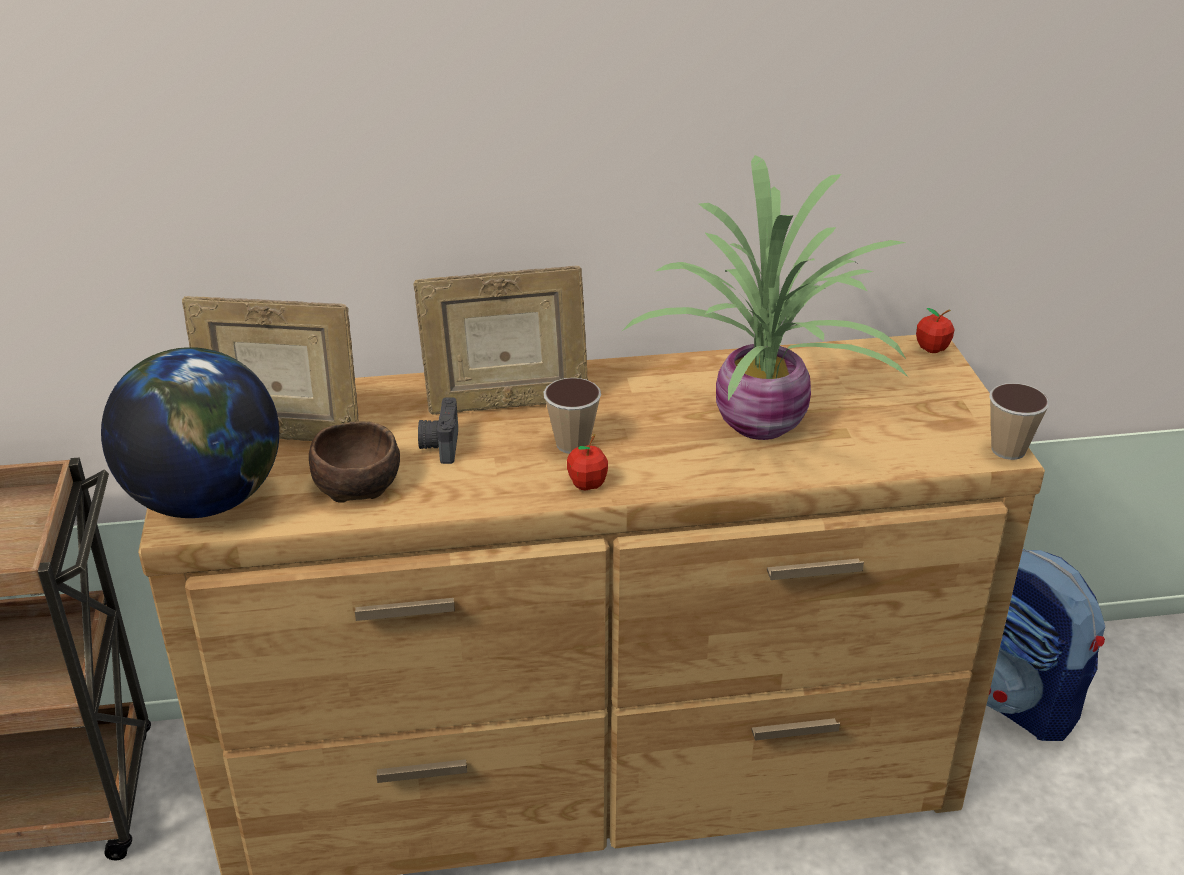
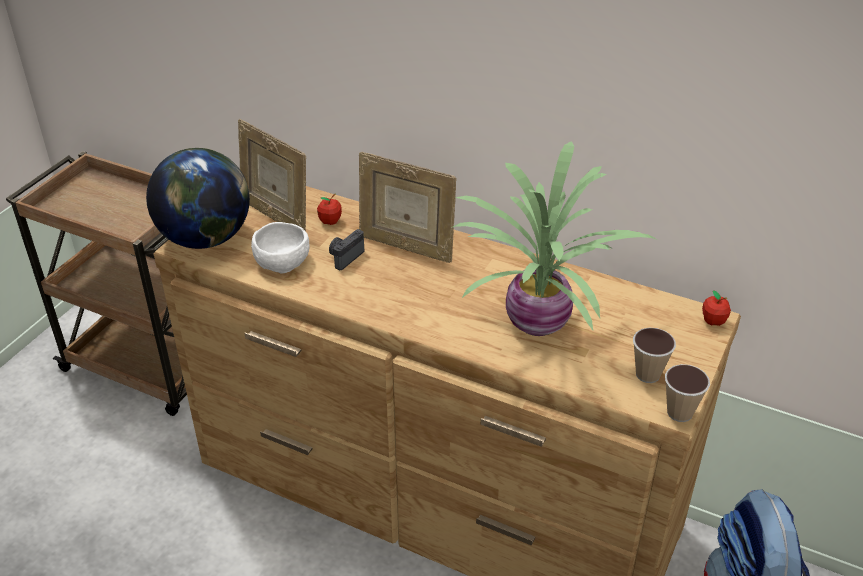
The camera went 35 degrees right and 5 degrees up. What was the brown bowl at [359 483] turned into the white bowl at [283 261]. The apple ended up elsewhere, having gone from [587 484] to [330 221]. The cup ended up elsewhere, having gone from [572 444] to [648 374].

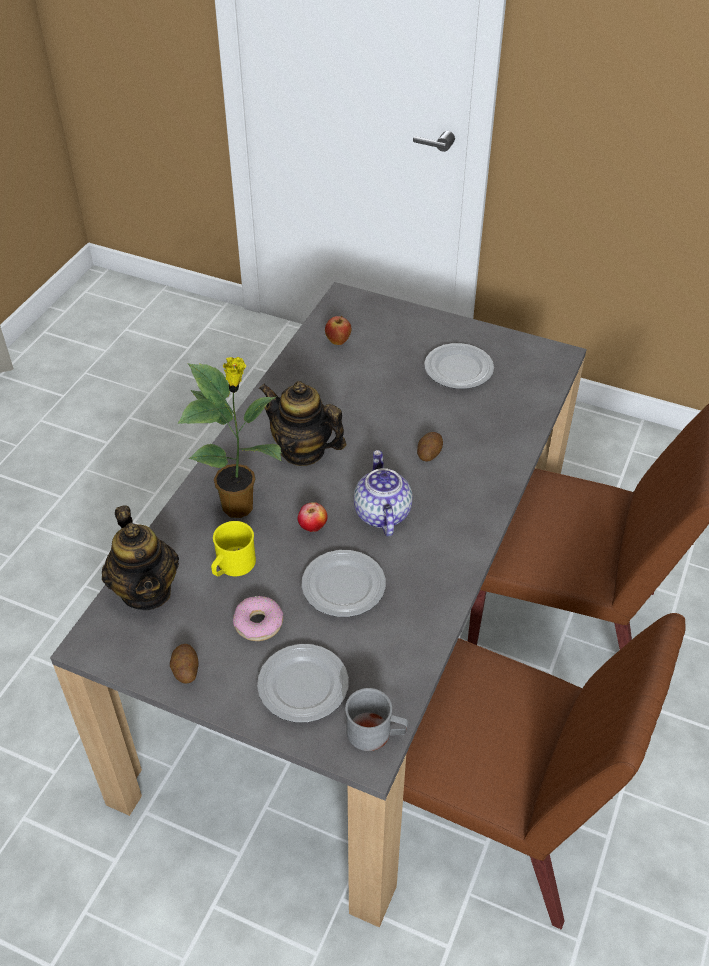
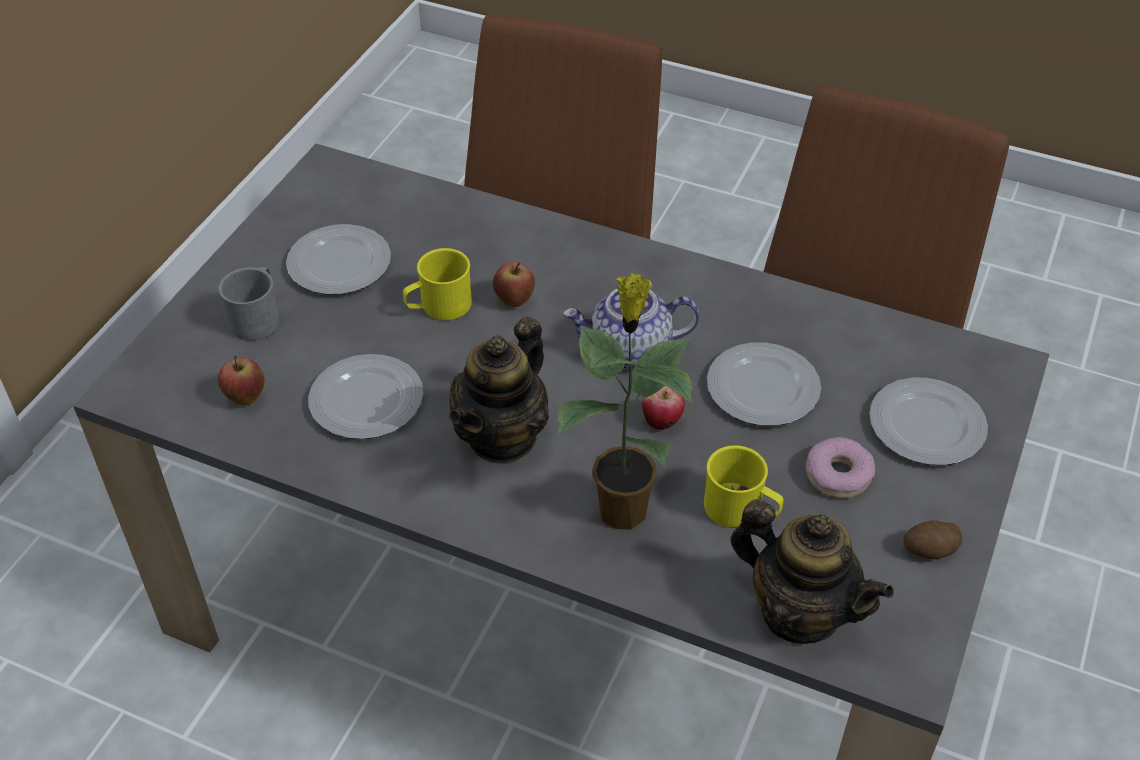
The camera went 90 degrees left and 0 degrees up. The grey mug ended up elsewhere, having gone from [376 733] to [258 317]. The second view gained the plate at [368 401]. The second view gained the yellow mug at [438 307]. Where the potato stood at [429 453], the apple came to stand at [514 301]. The teapot at [146 590] ended up facing another way, 60 degrees clockwise from before.

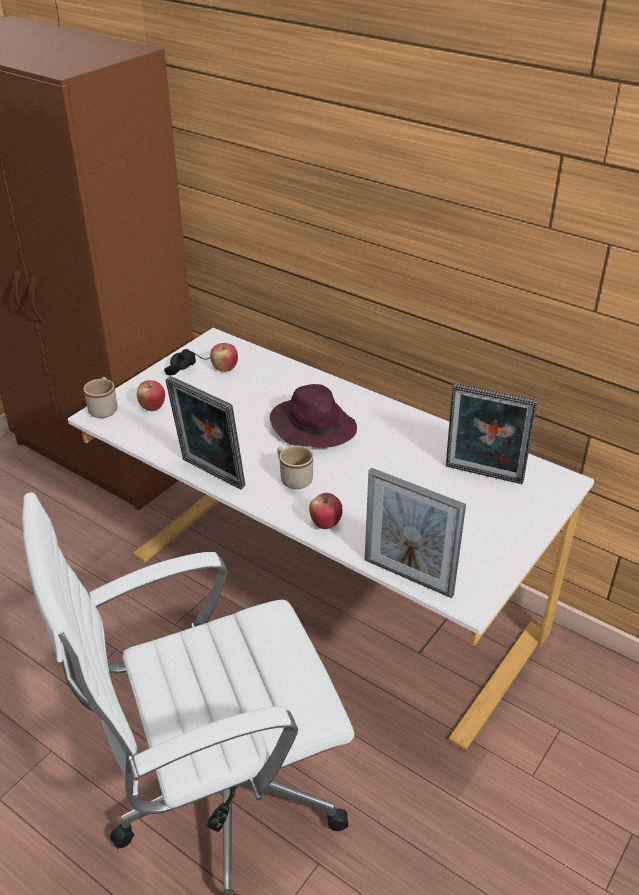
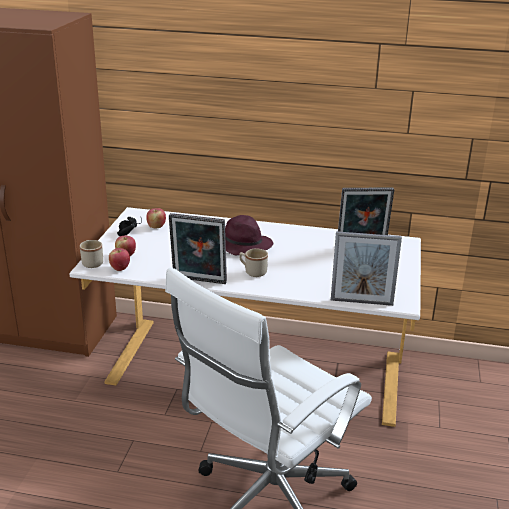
The camera went 25 degrees left and 10 degrees down. The apple ended up elsewhere, having gone from [325 523] to [120 268].

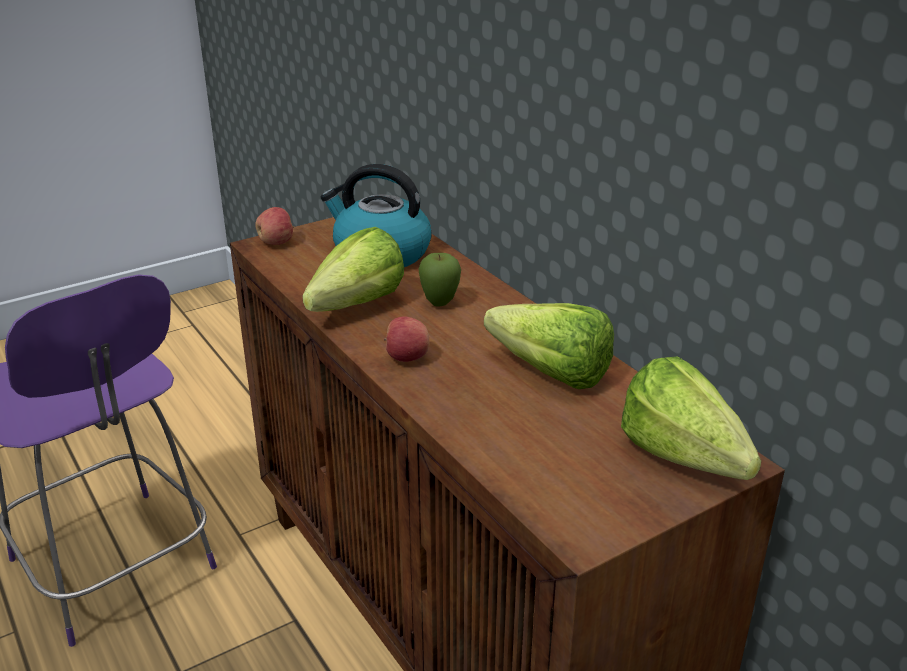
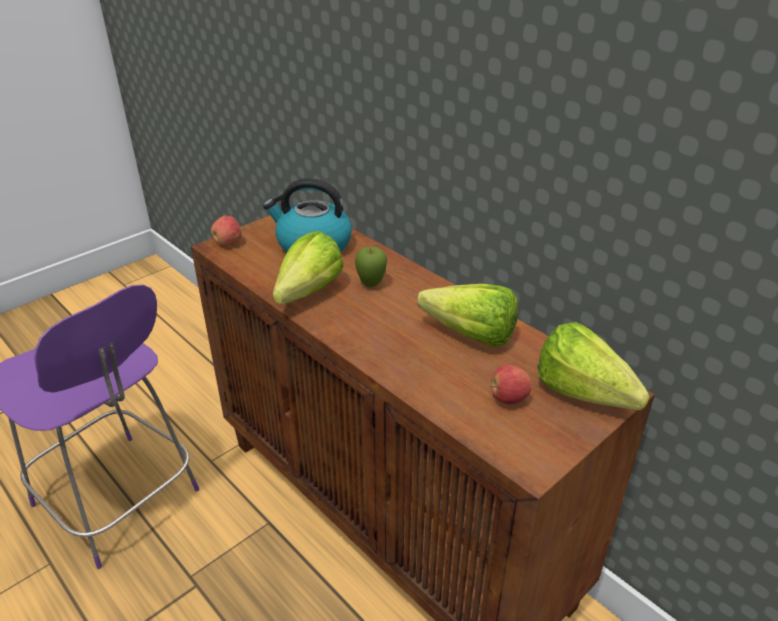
The camera went 10 degrees left and 5 degrees up. The apple ended up elsewhere, having gone from [407 357] to [508 398].

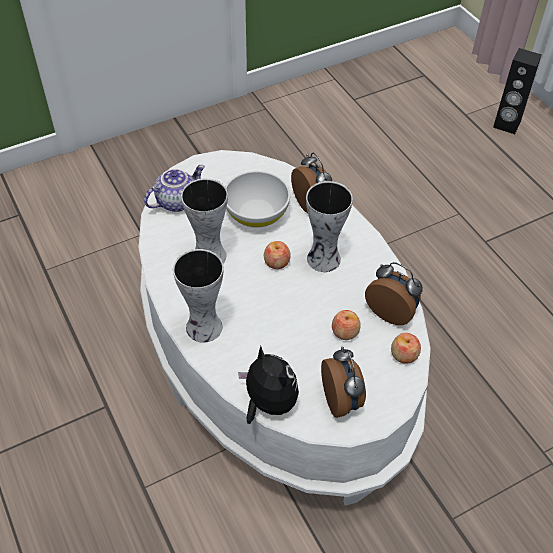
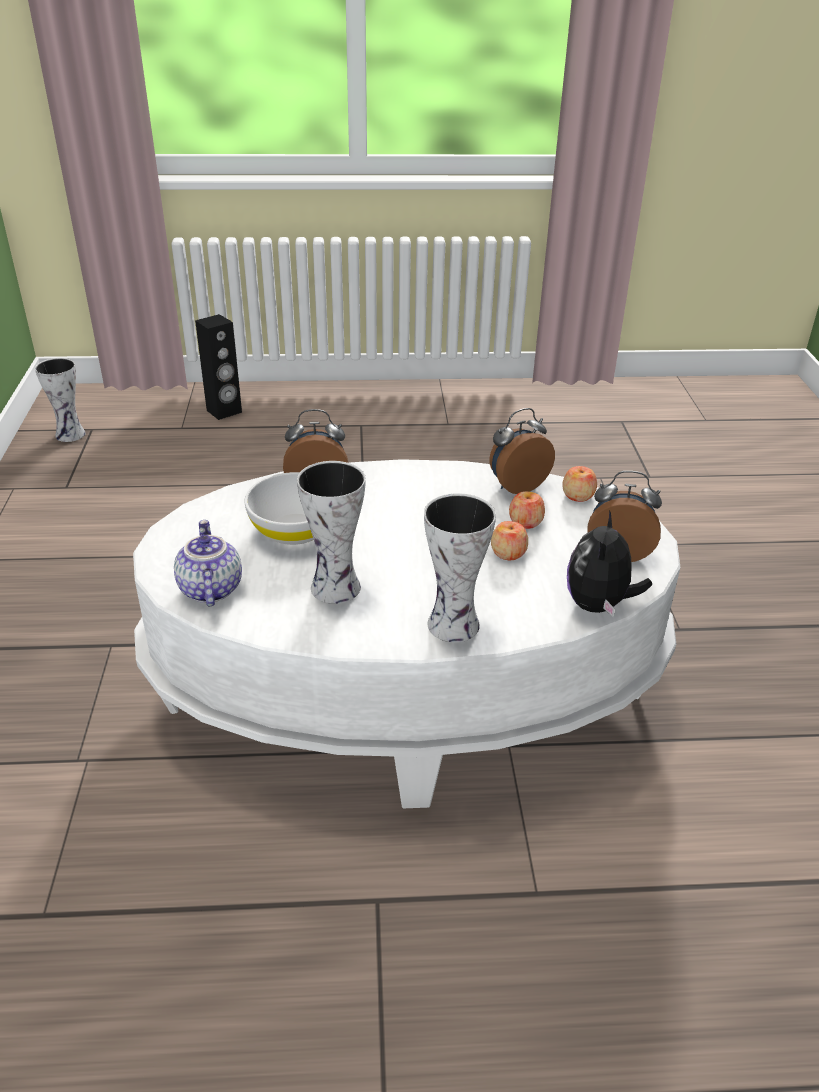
The camera went 65 degrees left and 15 degrees down. The vase ended up elsewhere, having gone from [324 260] to [72 434]. The apple ended up elsewhere, having gone from [276 262] to [508 553]. The plush toy at [268 403] ended up facing another way, 60 degrees counterclockwise from before.

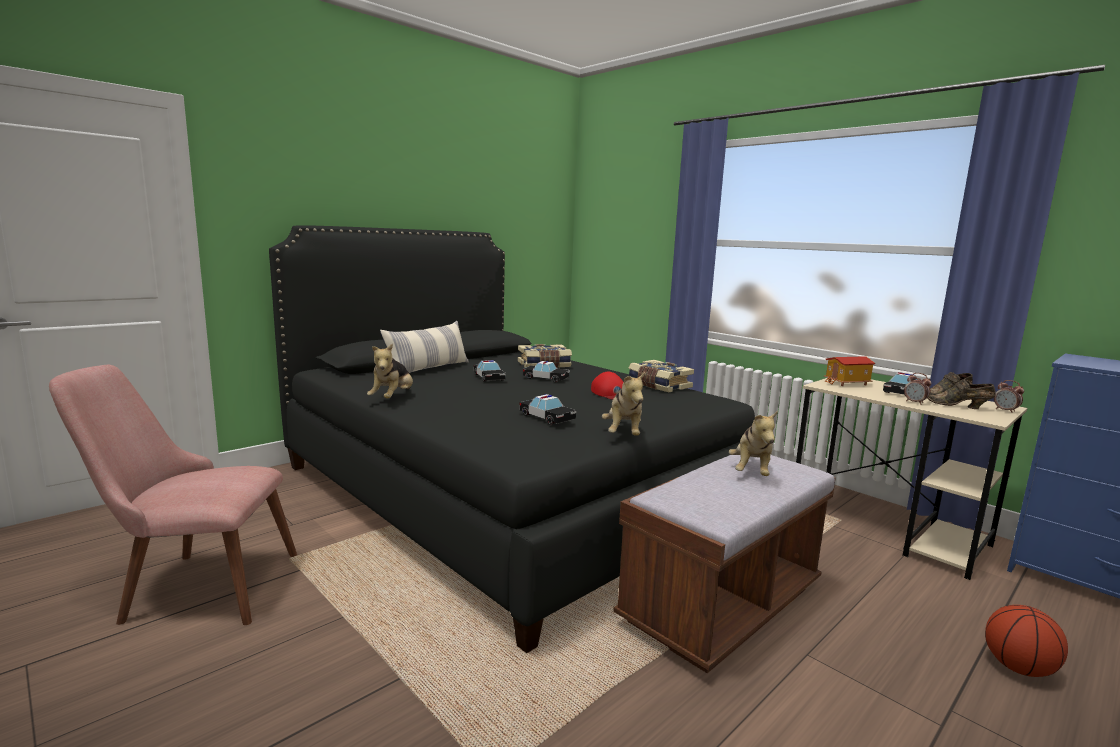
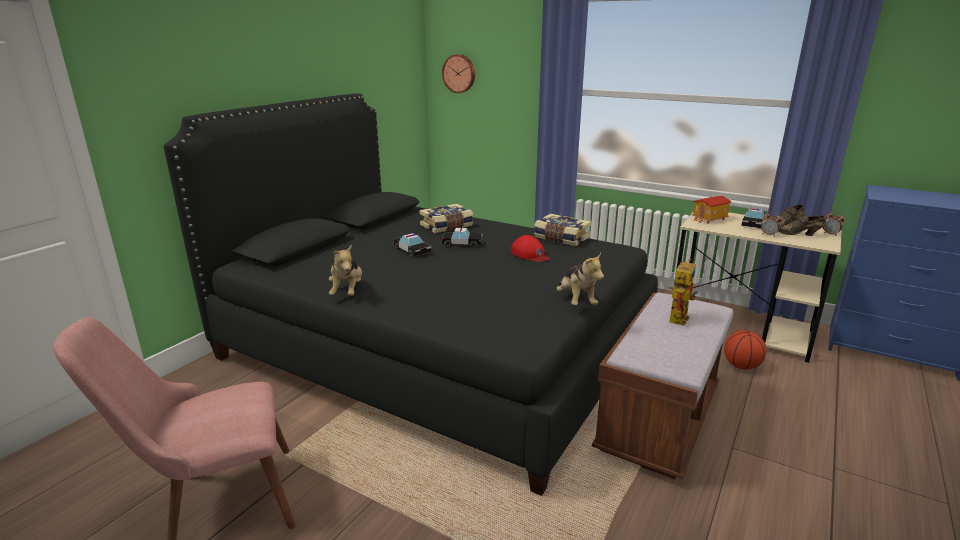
The camera went 15 degrees left and 10 degrees up. The second view gained the wall clock at [459 73]. Where the plush toy stood at [751 471], the toy robot came to stand at [677 317]. The basketball ended up elsewhere, having gone from [1018 668] to [741 366]. The second view lost the pillow at [428 369]. The second view lost the toy car at [547 417].

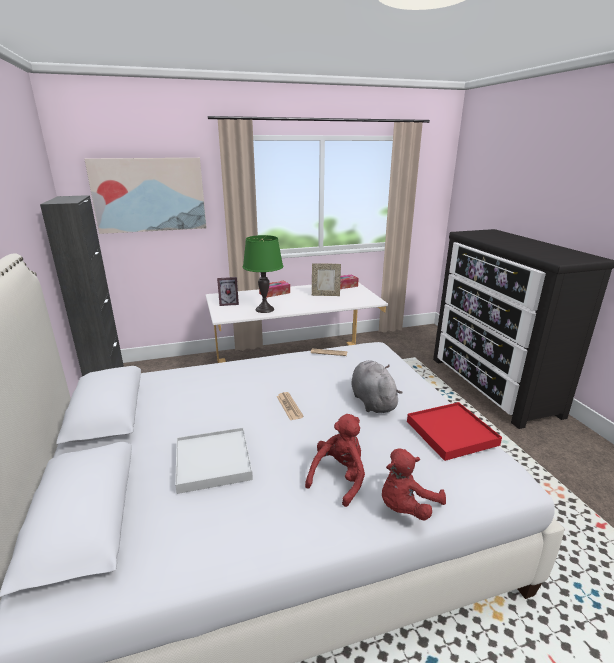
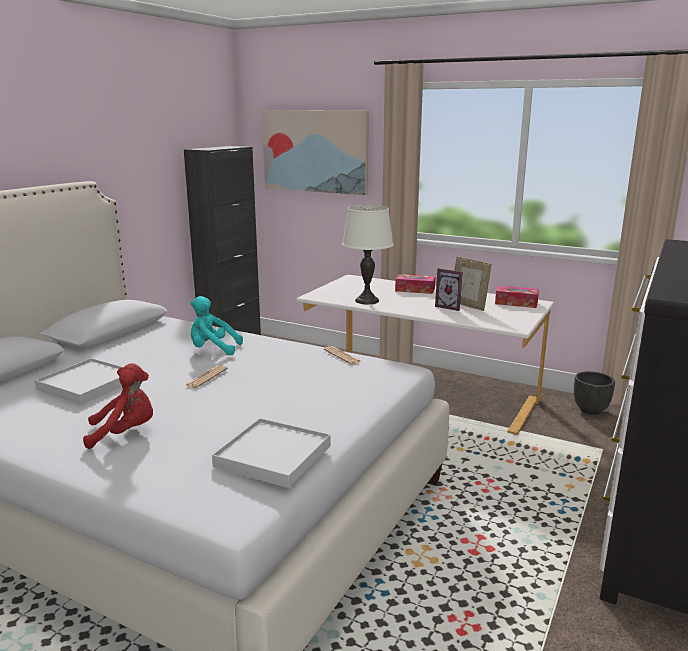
The camera went 45 degrees right and 5 degrees down. The second view gained the turquoise plush toy at [213 349]. What was the red tray at [451 433] turned into the white tray at [273 456]. What was the green table lamp at [264 309] turned into the white table lamp at [367 300]. The picture frame ended up elsewhere, having gone from [229 303] to [450 307]. The second view gained the black planter at [591 410]. The second view lost the grey plush toy at [372 401]. The second view lost the red plush toy at [406 506].

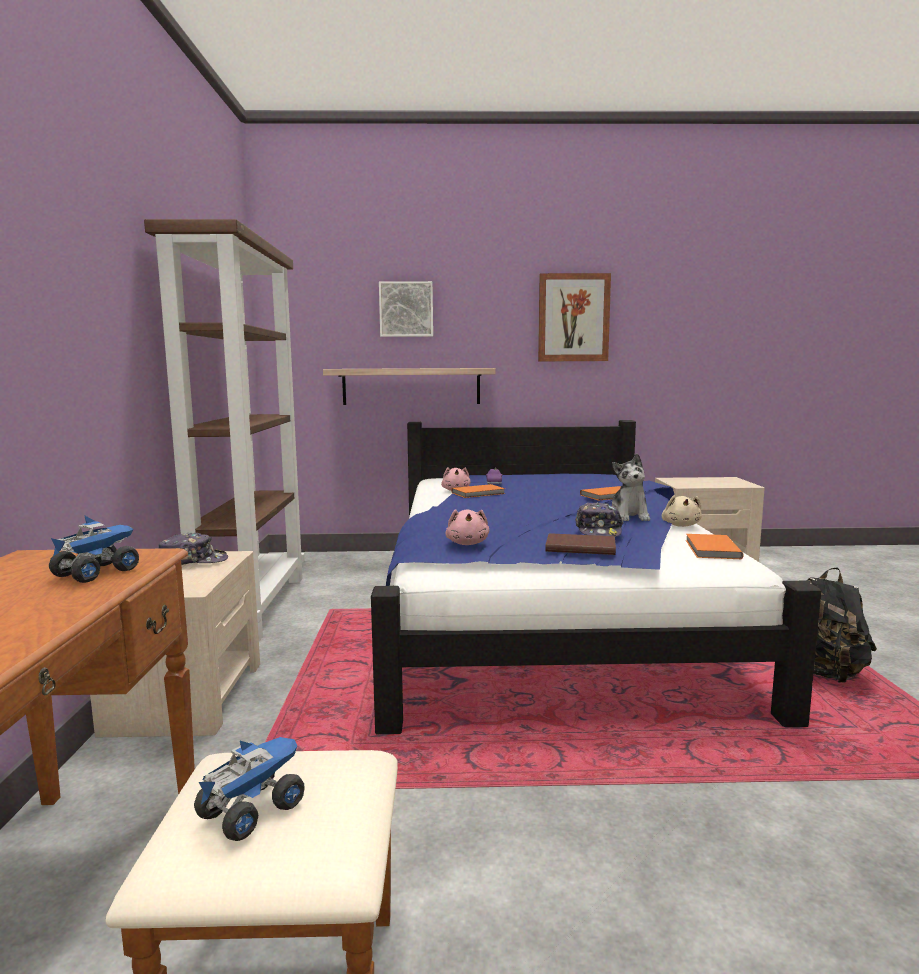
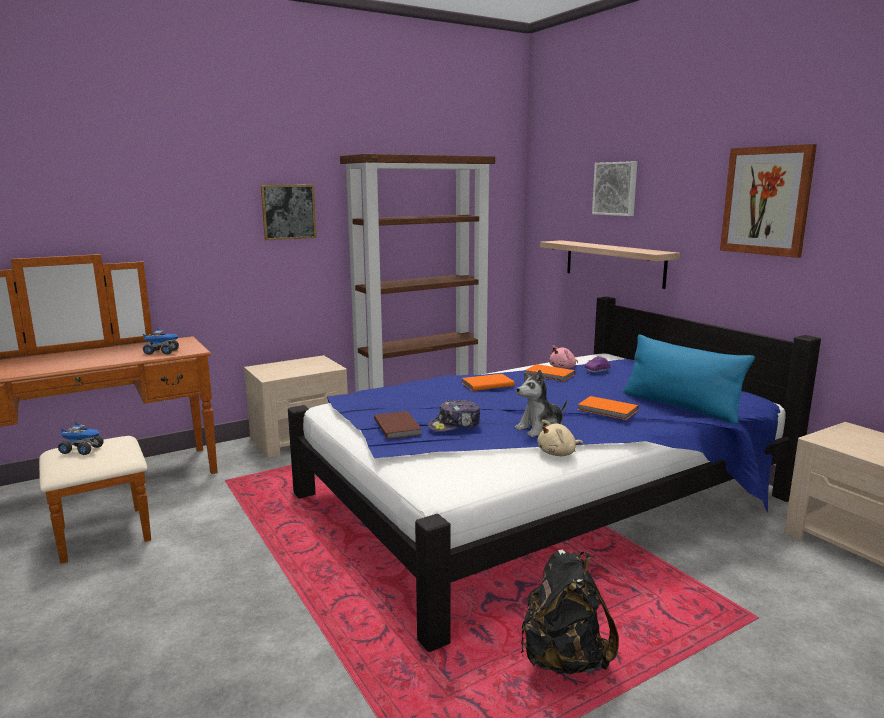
The camera went 60 degrees right and 5 degrees up. The second view gained the picture at [288 212]. The orange book ended up elsewhere, having gone from [711 549] to [486 384]. The second view gained the blue pillow at [680 406]. The second view lost the cap at [193 561]. The second view lost the pink plush toy at [467 543].

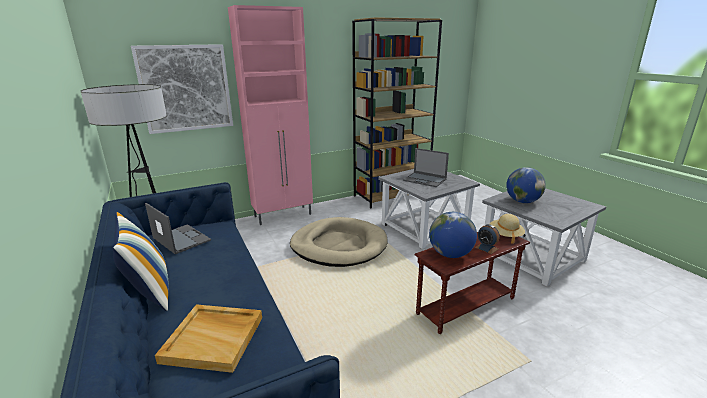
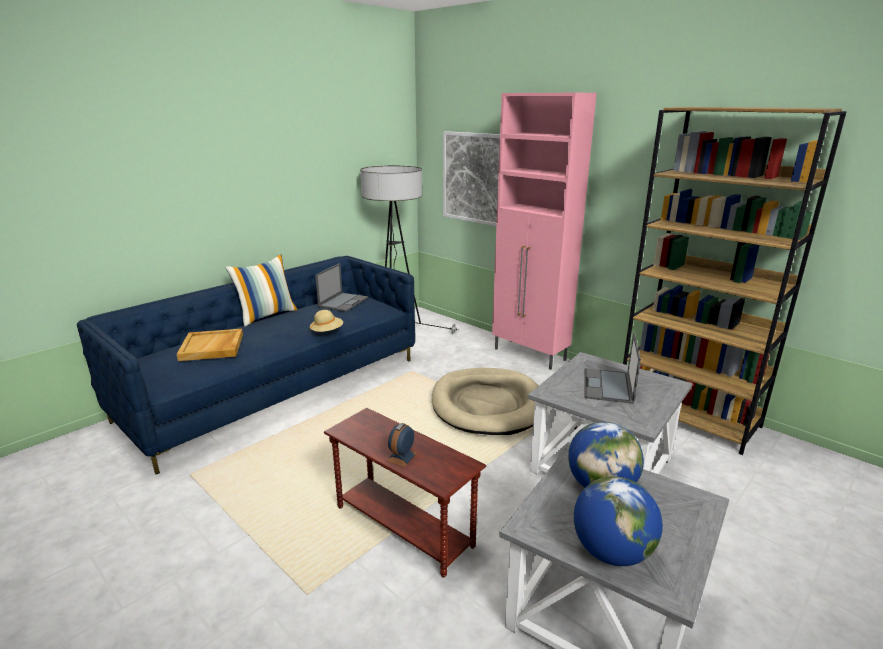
The camera went 70 degrees right and 0 degrees up. The beige hat ended up elsewhere, having gone from [505 235] to [327 332]. The globe ended up elsewhere, having gone from [450 254] to [612 552].

